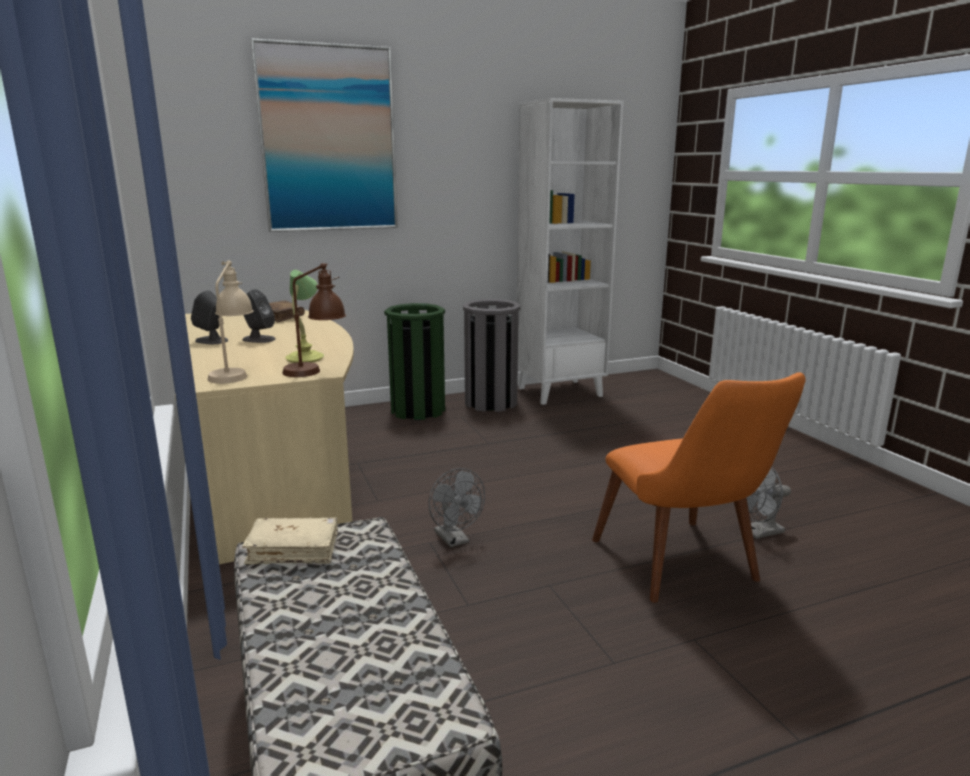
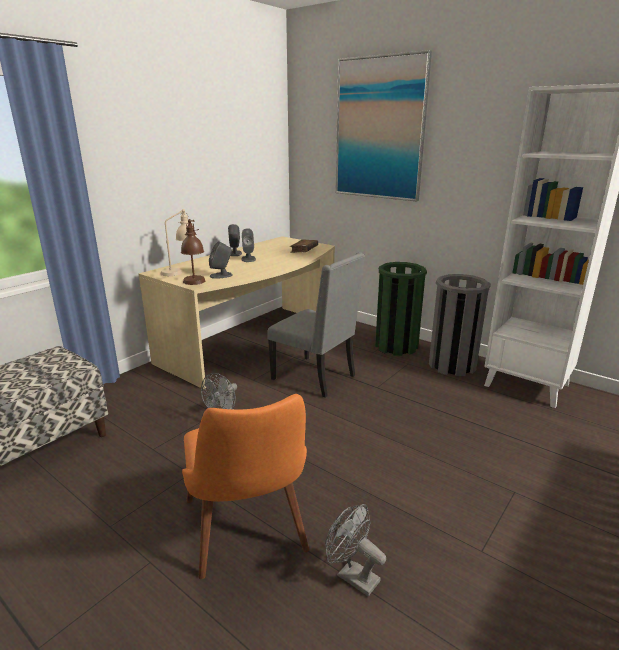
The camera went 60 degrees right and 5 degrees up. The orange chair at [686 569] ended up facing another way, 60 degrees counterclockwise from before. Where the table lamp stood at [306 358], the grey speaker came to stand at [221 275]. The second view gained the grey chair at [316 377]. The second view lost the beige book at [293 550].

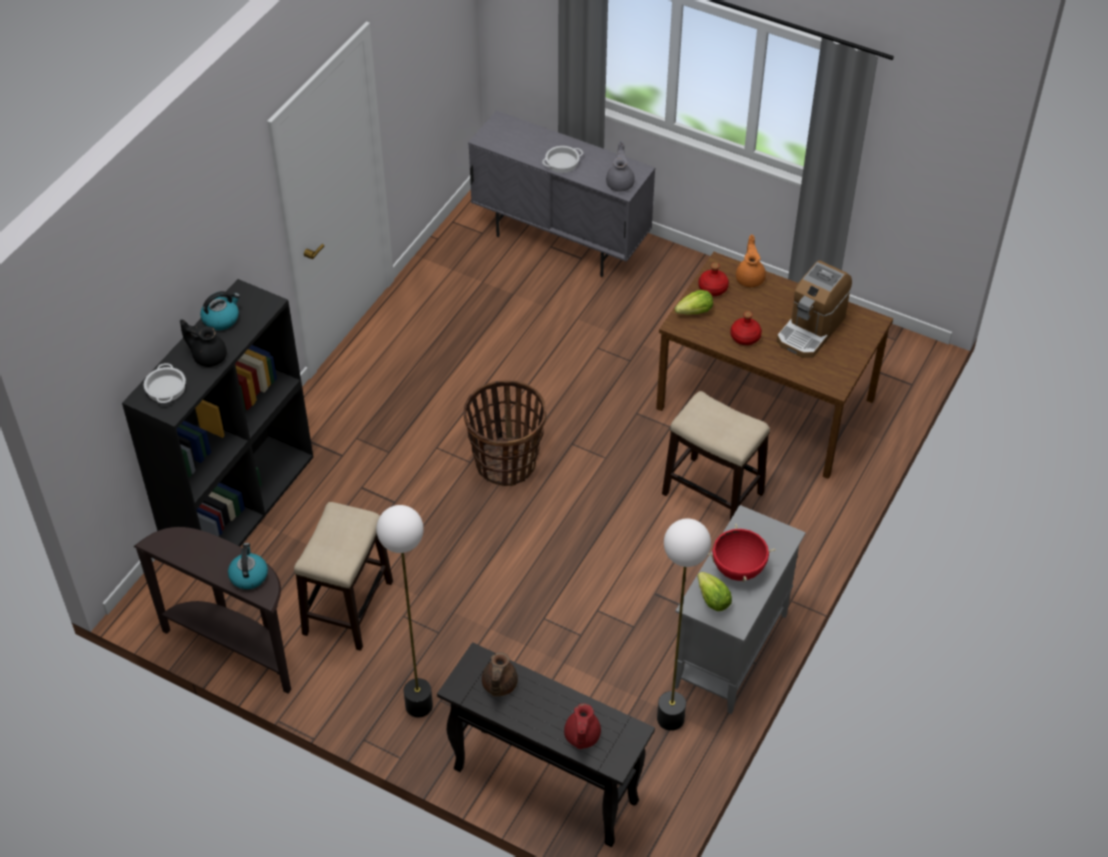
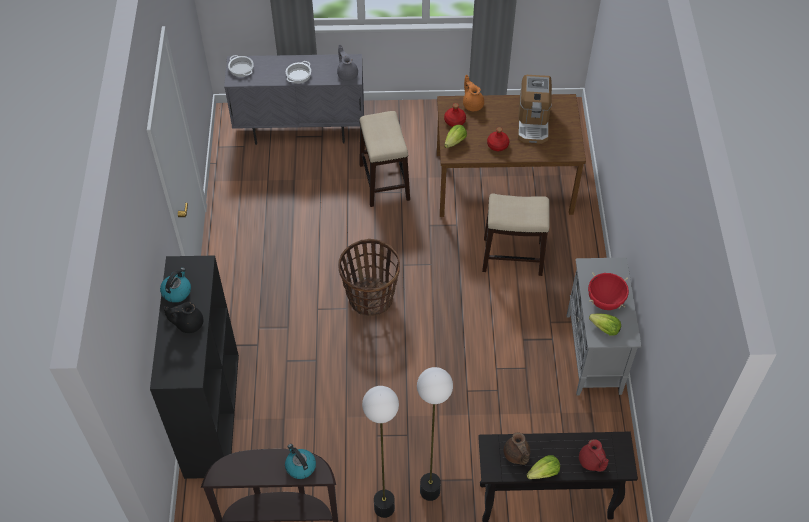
The camera went 30 degrees left and 5 degrees up. The cooking pot ended up elsewhere, having gone from [165 388] to [241 68]. The stool ended up elsewhere, having gone from [348 607] to [384 181]. The floor lamp ended up elsewhere, having gone from [670 718] to [383 508]. The second view gained the lettuce at [544 473].

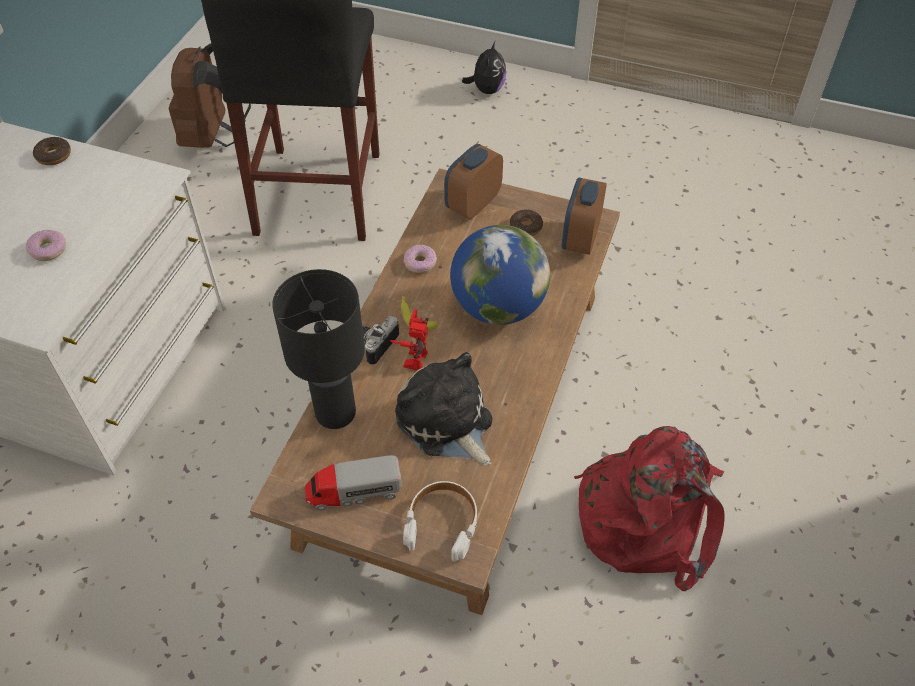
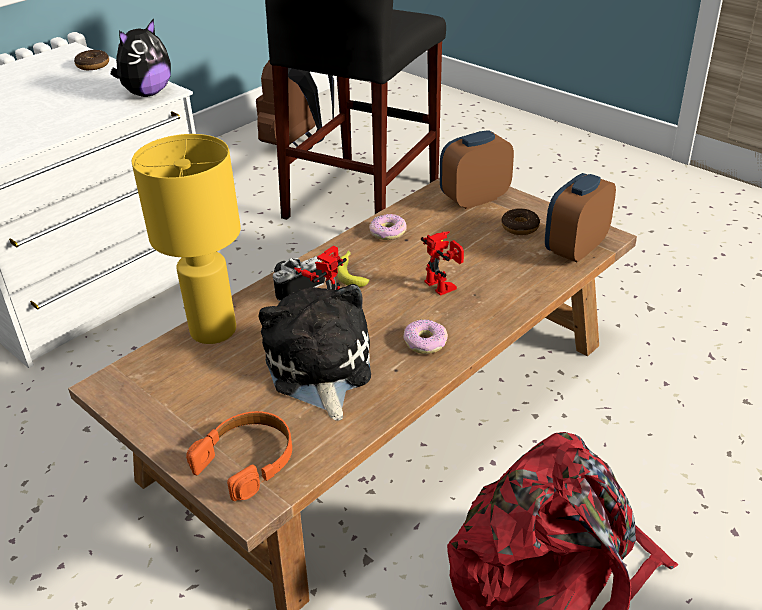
The camera went 25 degrees right and 15 degrees down. The plush toy ended up elsewhere, having gone from [486 89] to [147 93]. What was the black table lamp at [336 413] turned into the yellow table lamp at [214 331]. What was the white headphones at [442 524] turned into the orange headphones at [247 460]. The donut ended up elsewhere, having gone from [48 249] to [425 342]. Where the globe stood at [498 307], the toy robot came to stand at [445 285]. The second view lost the toy truck at [353 491].

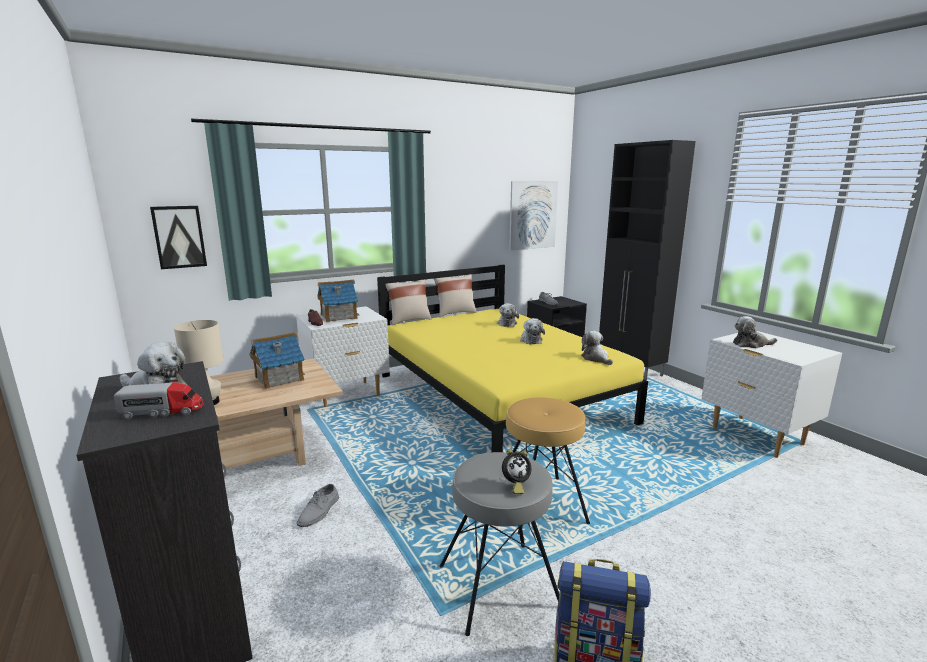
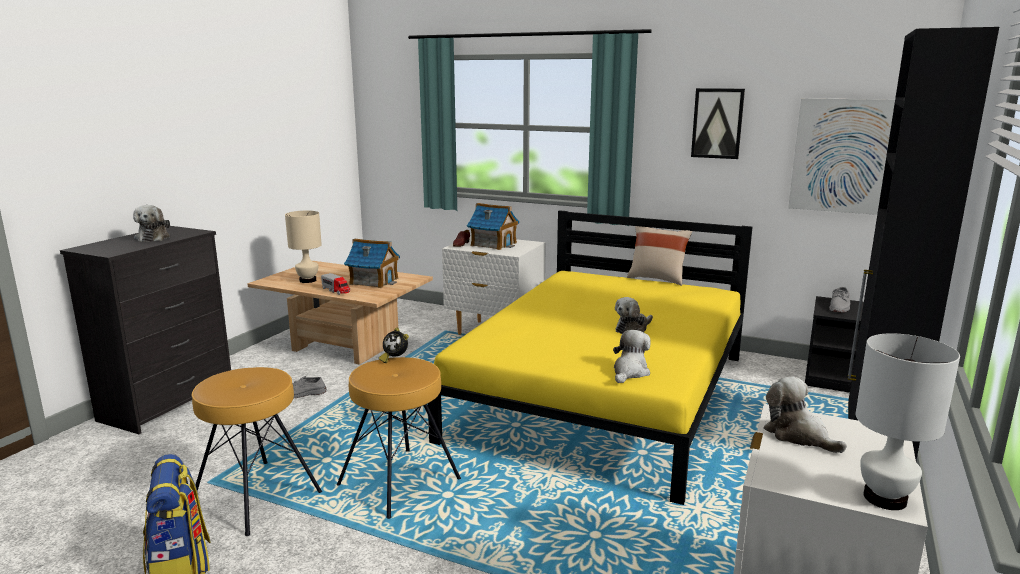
The camera went 55 degrees right and 0 degrees up. What was the grey stool at [499 586] turned into the brown stool at [256 497]. The toy truck ended up elsewhere, having gone from [163 412] to [336 290]. The alarm clock ended up elsewhere, having gone from [515 485] to [394 359]. The picture ended up elsewhere, having gone from [179 237] to [717 123]. The second view gained the white table lamp at [883 498]. The second view lost the beige pillow at [408 320]. The second view lost the plush toy at [507 323].

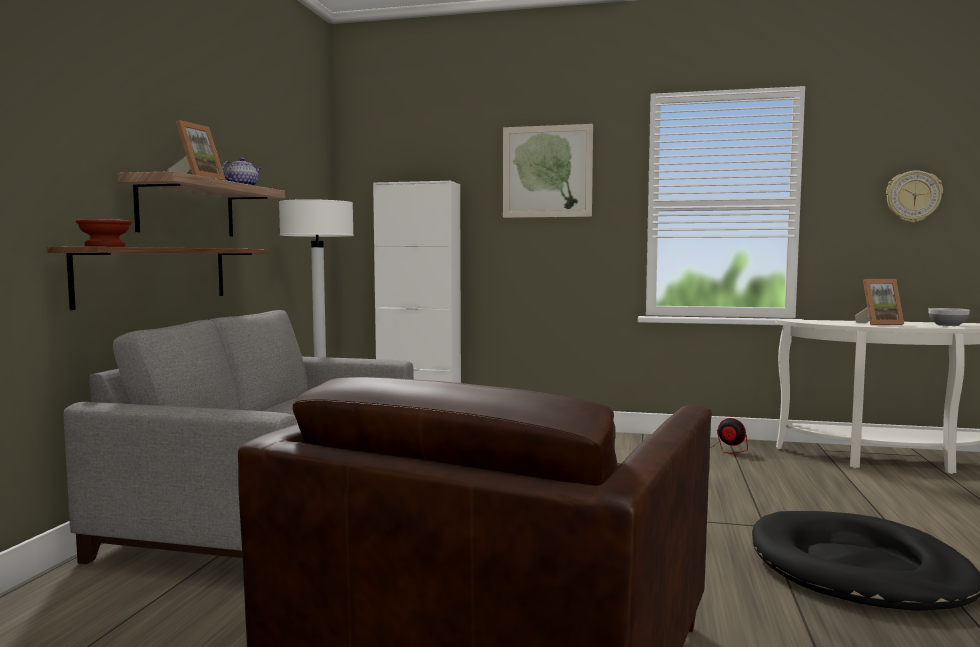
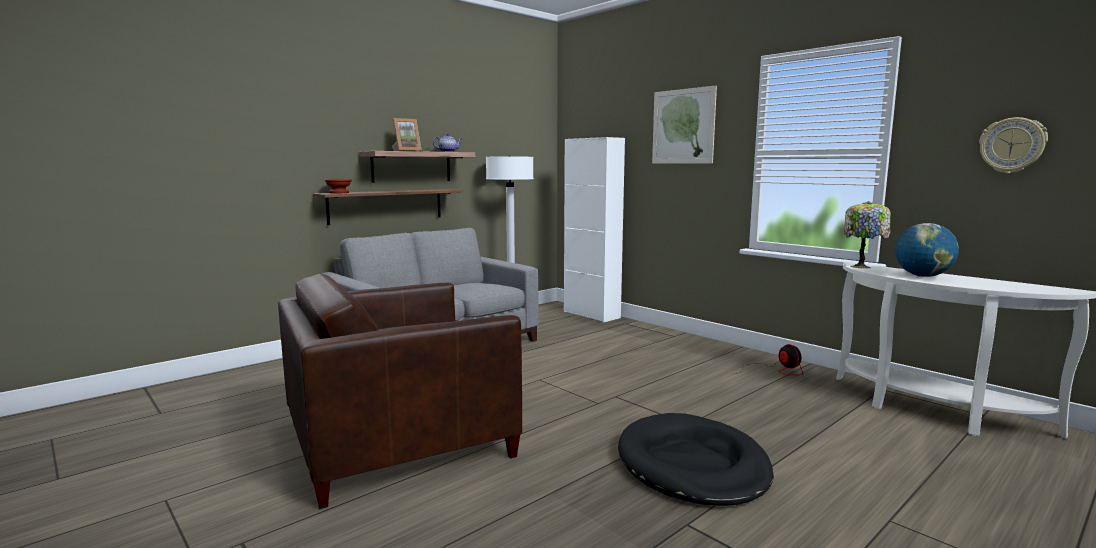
The camera went 35 degrees right and 5 degrees up. The second view gained the table lamp at [862 267]. Where the picture frame stood at [878 324], the globe came to stand at [922 276]. The second view lost the bowl at [948 325].

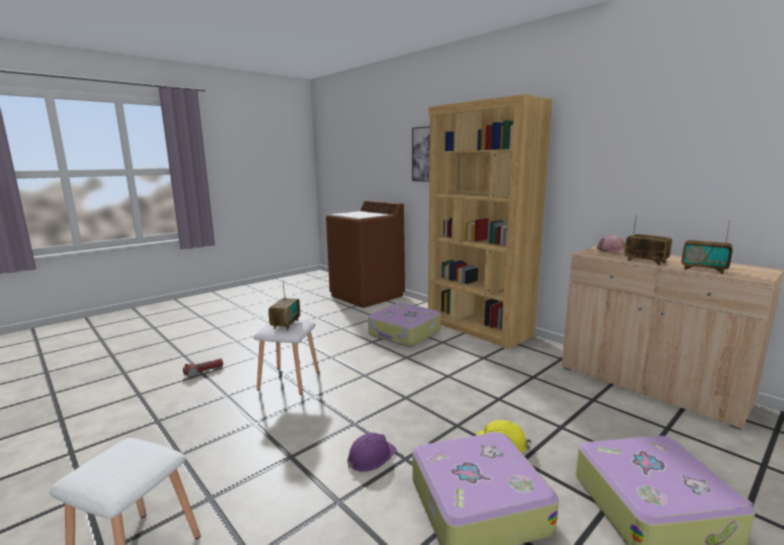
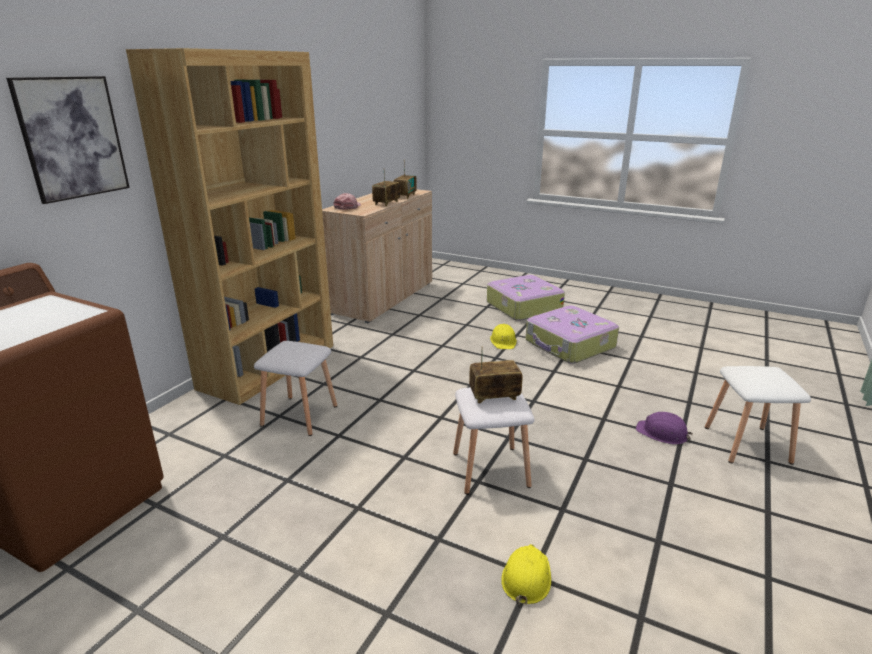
The camera went 110 degrees left and 10 degrees up. Where the suitcase stood at [404 333], the white stool came to stand at [299 414]. Where the flashlight stood at [204 371], the yellow hard hat came to stand at [526 577]. The purple hard hat ended up elsewhere, having gone from [370 457] to [662 433].

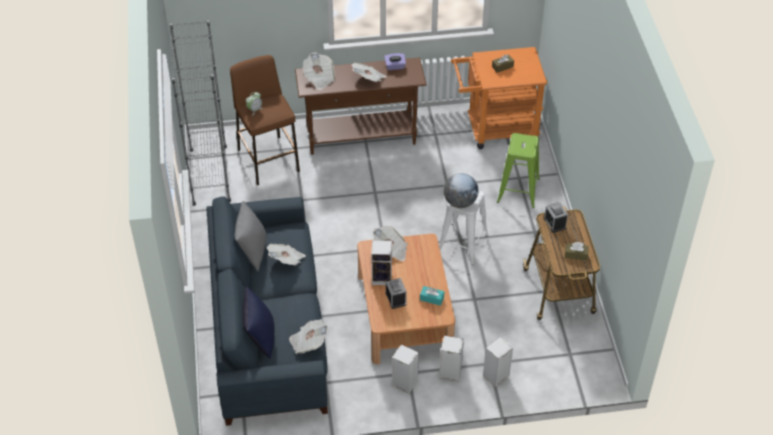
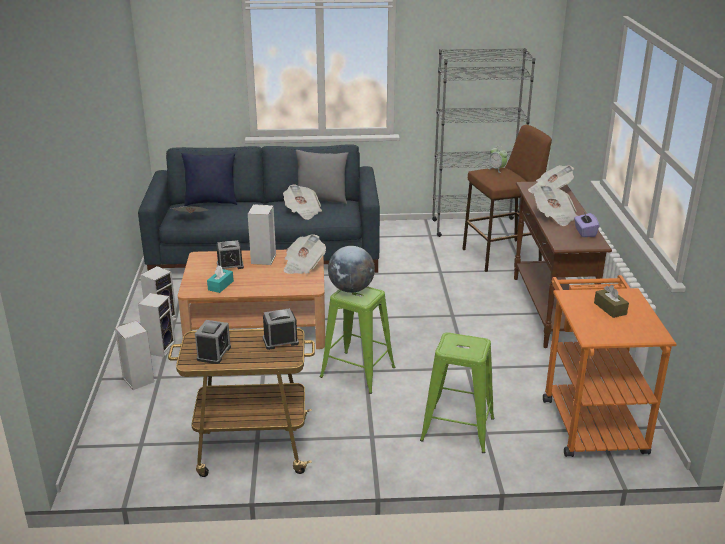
The camera went 95 degrees right and 20 degrees down. Where the brown tissue box stood at [576 255], the alarm clock came to stand at [214 353]. What was the white stool at [463 243] turned into the green stool at [358 372].

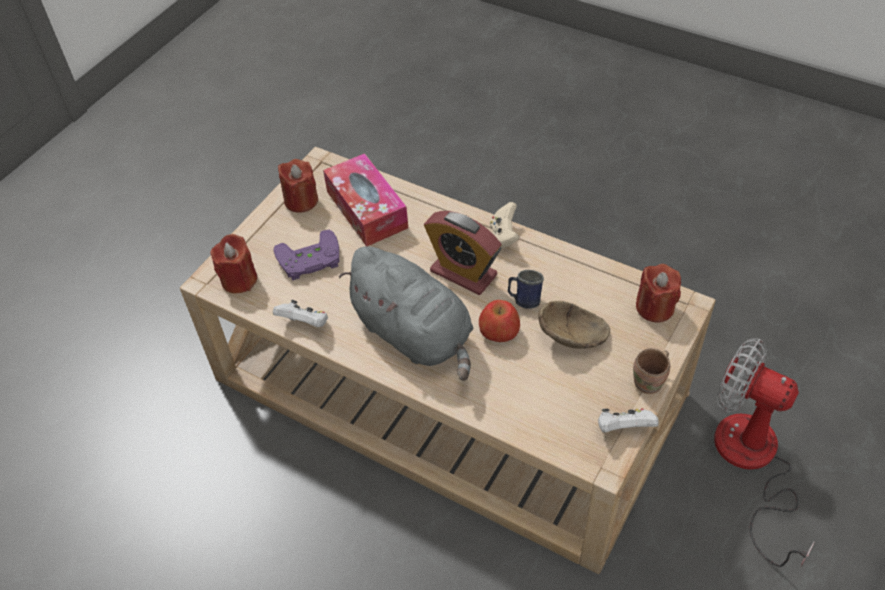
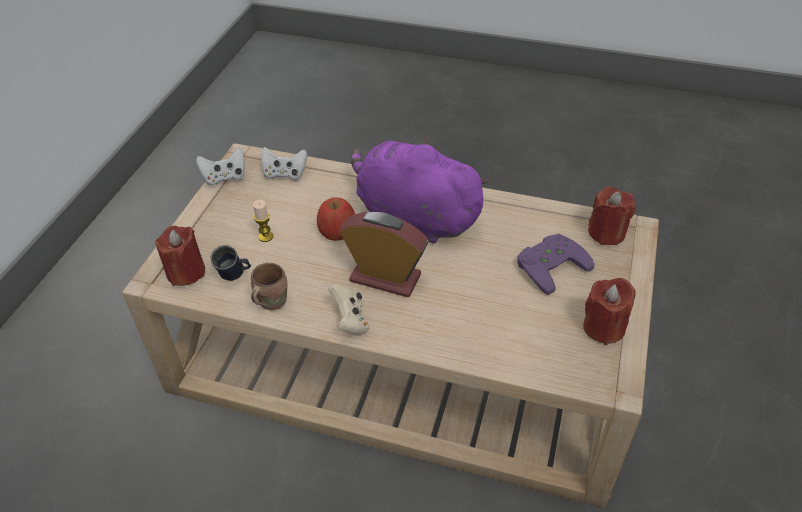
The camera went 165 degrees right and 5 degrees down. The blue mug ended up elsewhere, having gone from [524 300] to [235 276]. The brown mug ended up elsewhere, having gone from [650 383] to [270 301]. Where the brown bowl stood at [575 338], the candle came to stand at [266 236]. The white game controller ended up elsewhere, having gone from [305 324] to [285 174]. What was the grey plush toy at [415 335] turned into the purple plush toy at [413 216]. The second view lost the tissue box at [367 209]. The second view lost the fan at [751 464].

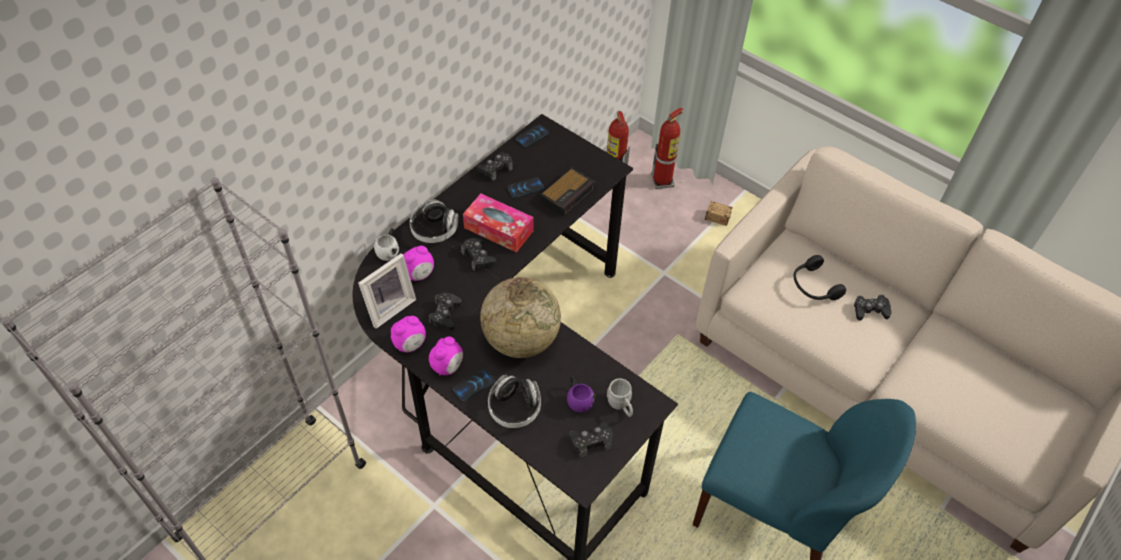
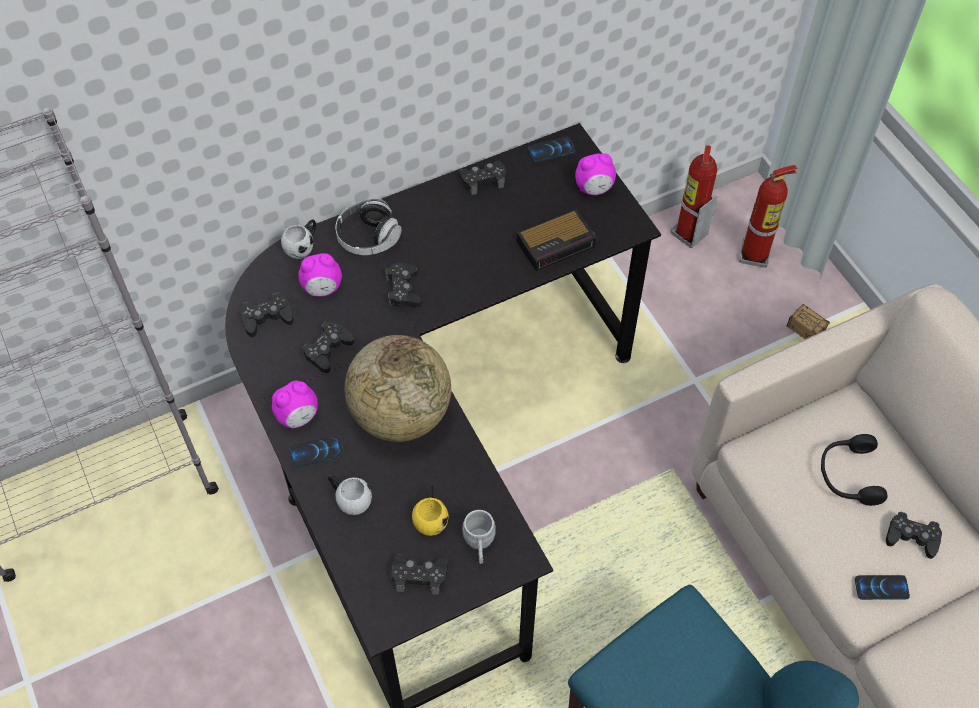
The camera went 25 degrees right and 5 degrees up. Where the picture frame stood at [389 307], the black game controller came to stand at [267 318]. Where the headphones stood at [514 408], the white mug came to stand at [349 499]. What was the purple mug at [578 399] turned into the yellow mug at [431 516]. The alarm clock ended up elsewhere, having gone from [410 345] to [594 189]. The phone ended up elsewhere, having gone from [525 188] to [881 588]. The second view lost the tissue box at [498 229].

